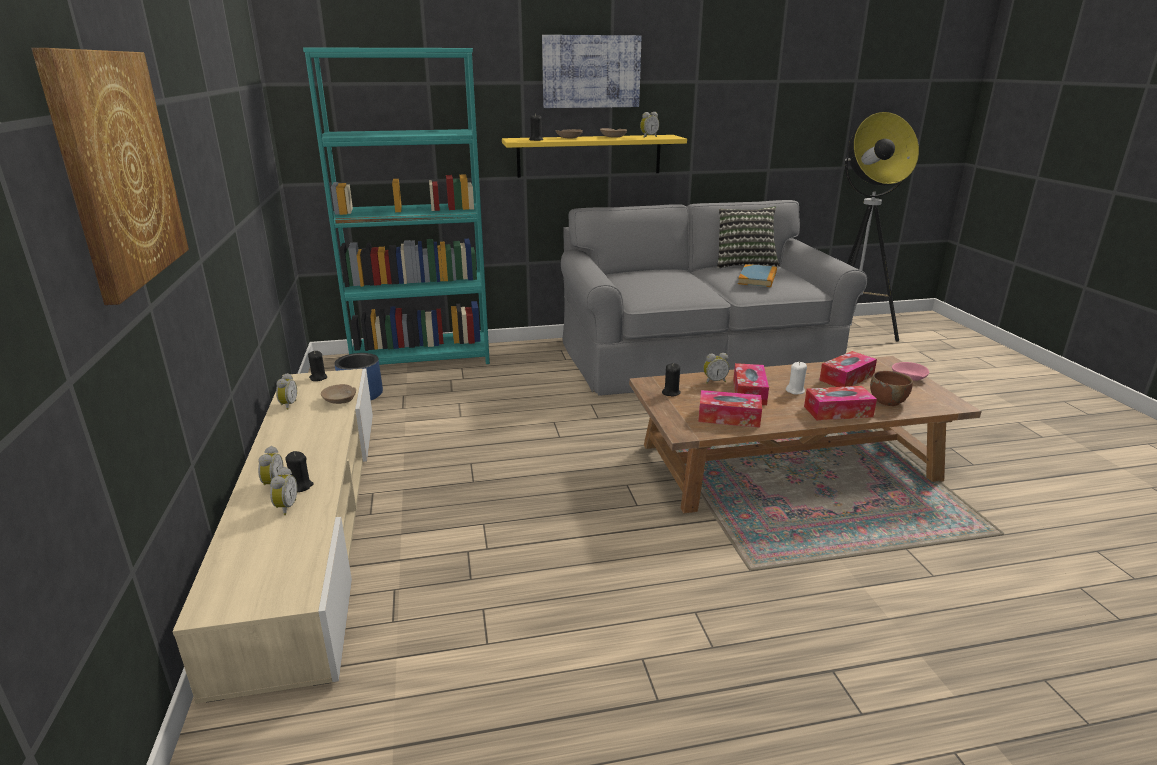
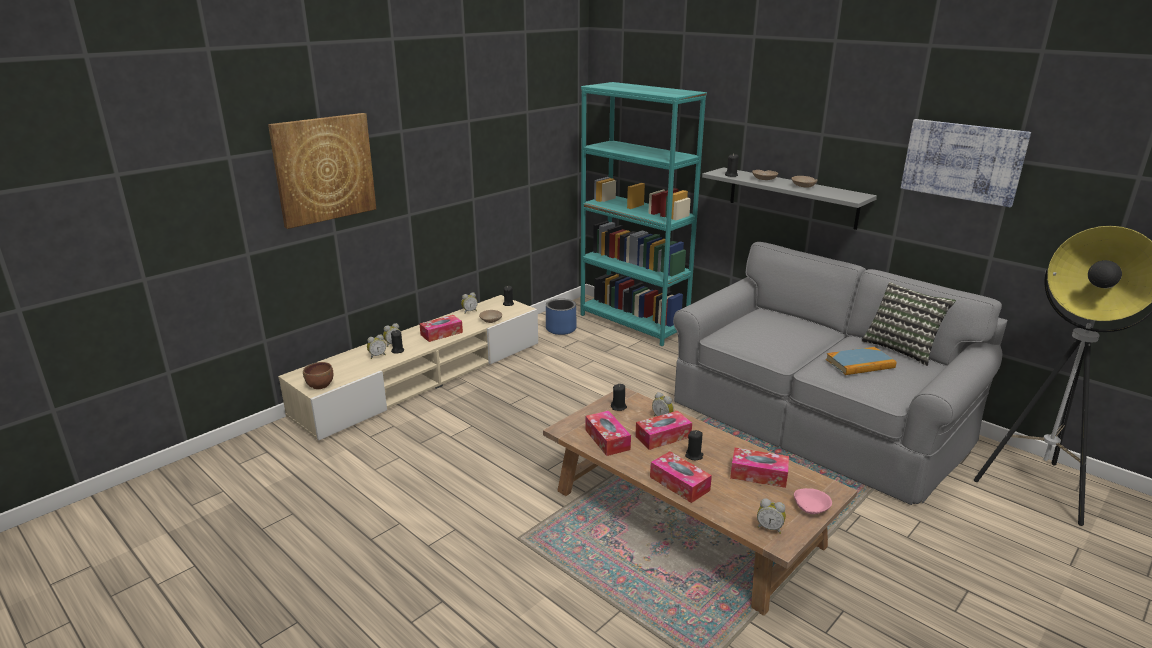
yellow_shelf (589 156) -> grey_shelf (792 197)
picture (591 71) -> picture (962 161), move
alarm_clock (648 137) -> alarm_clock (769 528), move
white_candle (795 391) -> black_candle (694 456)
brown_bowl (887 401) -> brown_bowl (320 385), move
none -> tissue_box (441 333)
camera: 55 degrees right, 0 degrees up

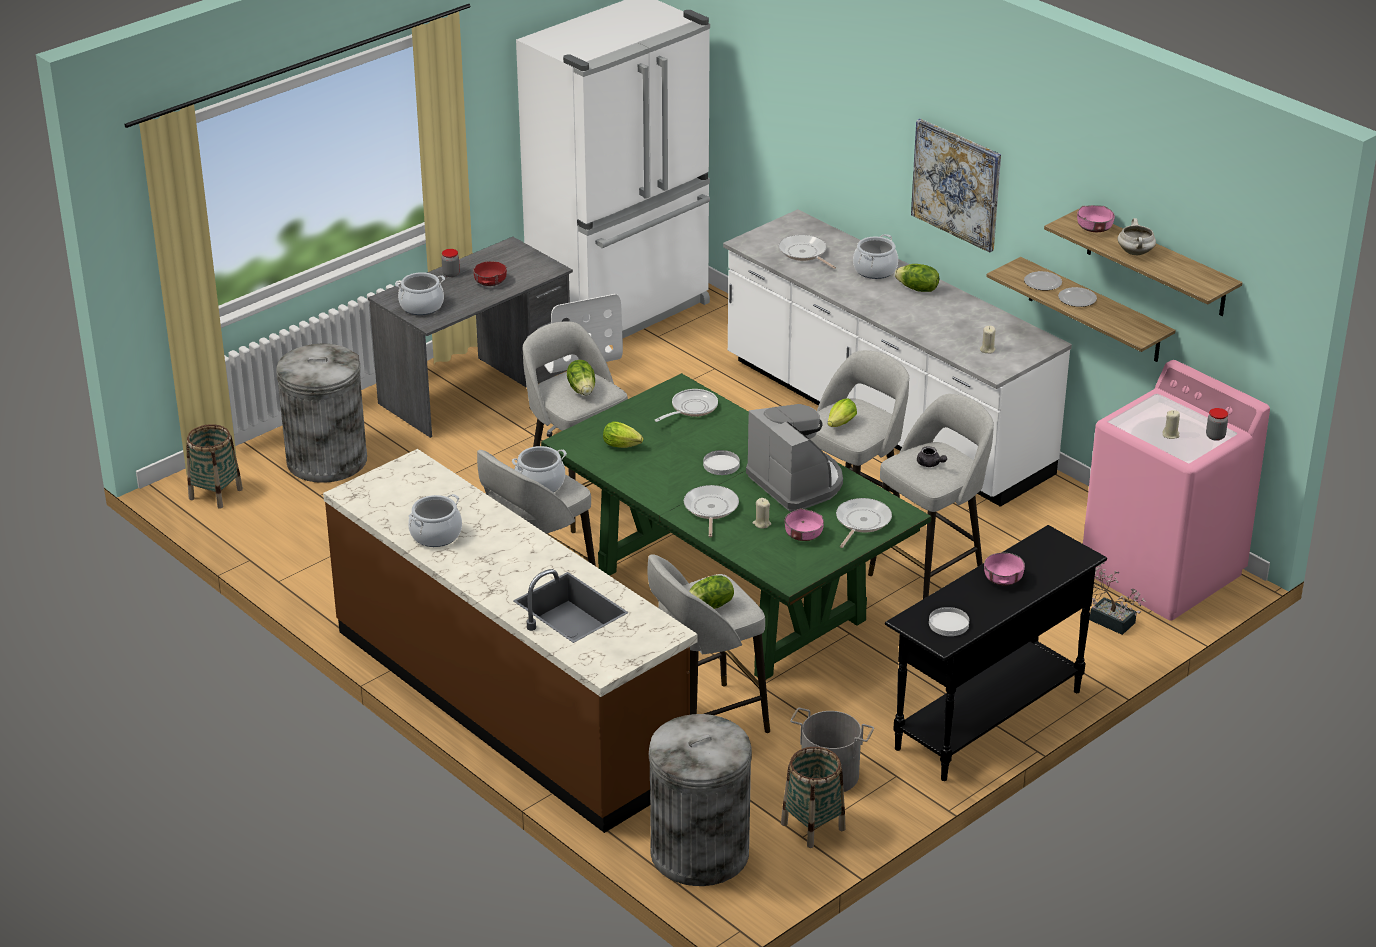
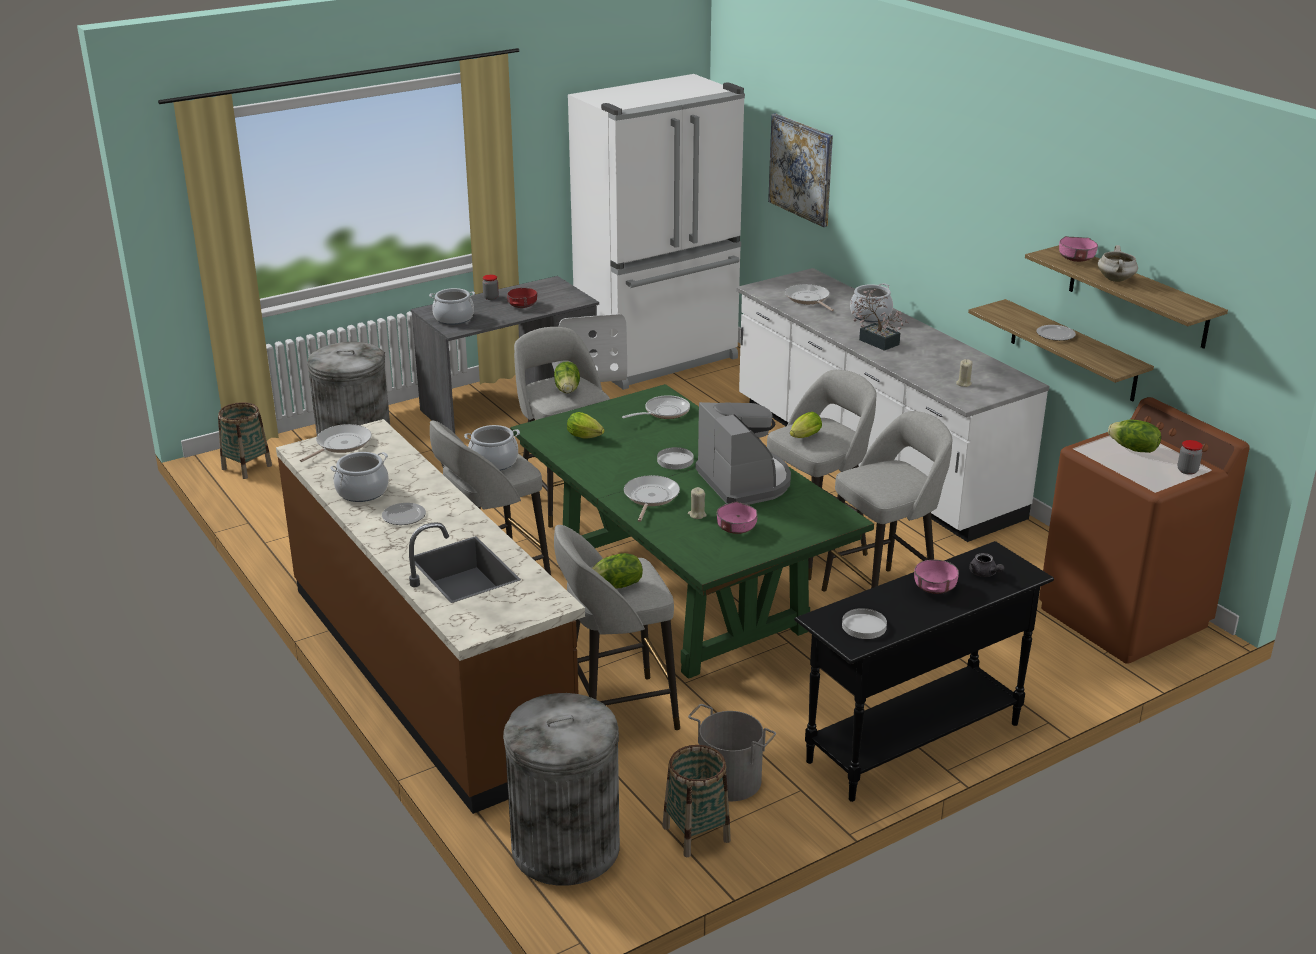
frying_pan (861 522) -> frying_pan (341 444), move
lettuce (917 289) -> lettuce (1133 449), move
picture (957 184) -> picture (801 169), move
grey_teapot (930 464) -> grey_teapot (984 574), move
plate (1043 282) -> plate (404 516), move
pink_washing_machine (1163 573) -> brown_washing_machine (1124 617)
potted_plant (1108 619) -> potted_plant (876 340), move
beige_candle (1170 435) -> none
camera: 10 degrees right, 5 degrees down

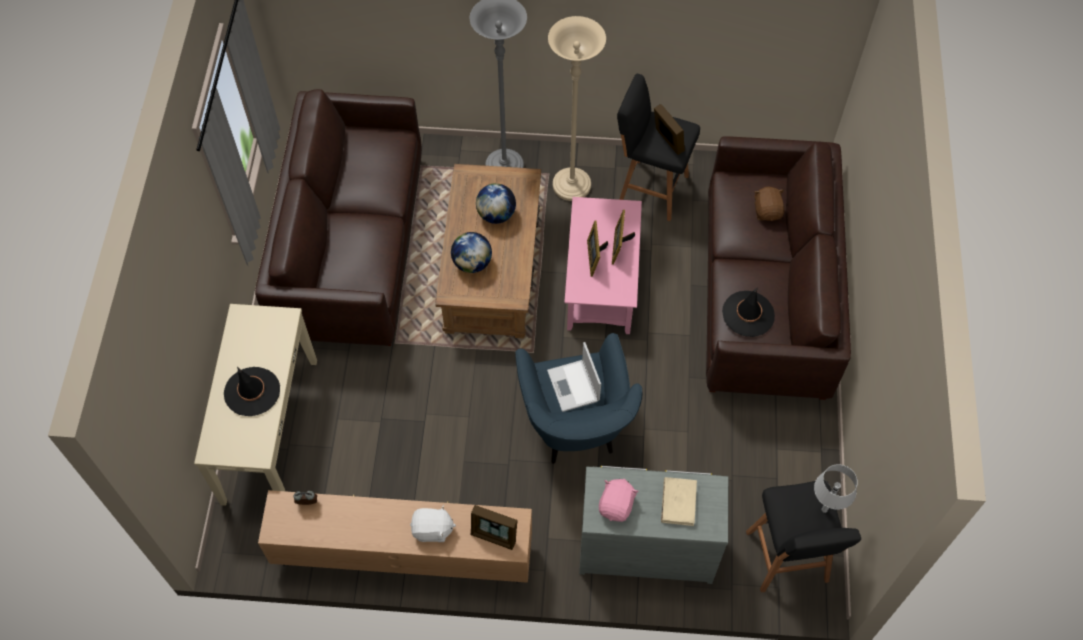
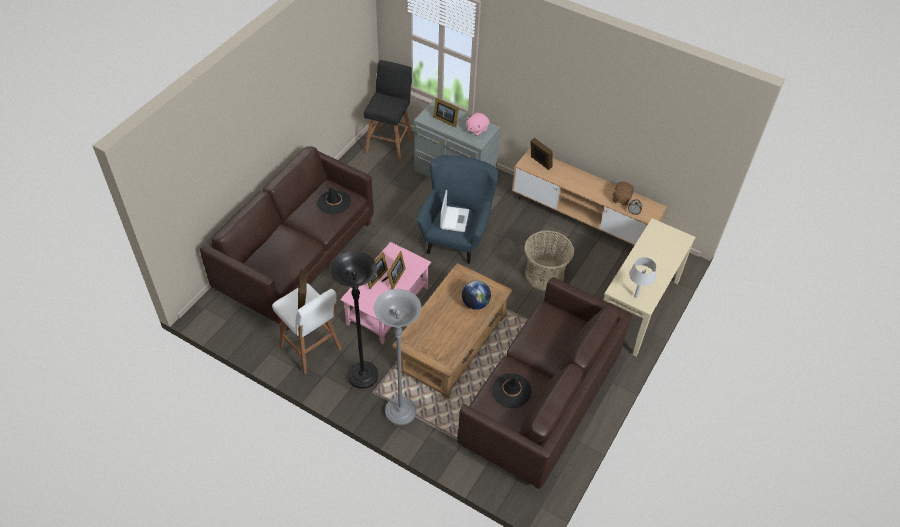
black_hat (252 391) -> black_hat (511 391), move
white_plush_toy (432 530) -> none
globe (496 214) -> none
beige_floor_lamp (571 186) -> black_floor_lamp (362 376)
black_stool (650 189) -> white_stool (312 349)
beige_book (678 502) -> picture_frame (445 119)
brown_plush_toy (767 211) -> brown_plush_toy (621 198), move
grey_table_lamp (824 509) -> grey_table_lamp (636 296), move
none -> basket (544 275)
camera: 155 degrees left, 10 degrees down

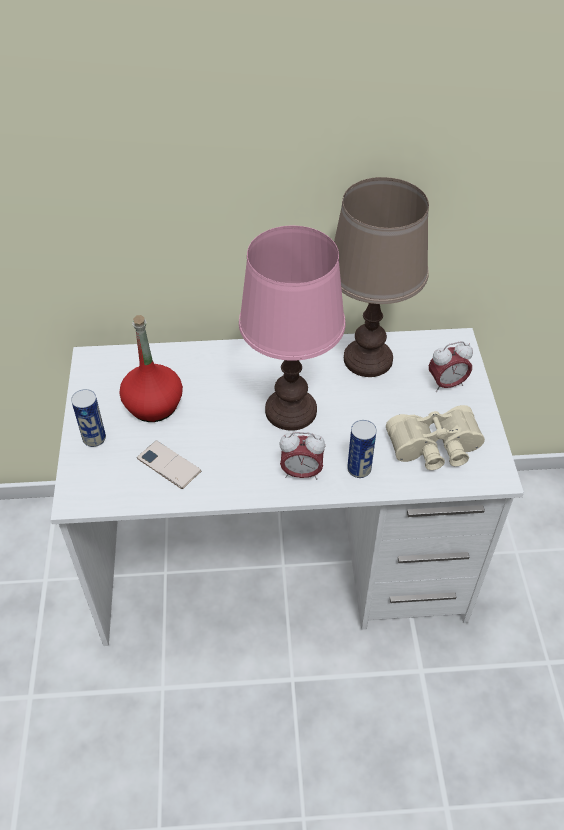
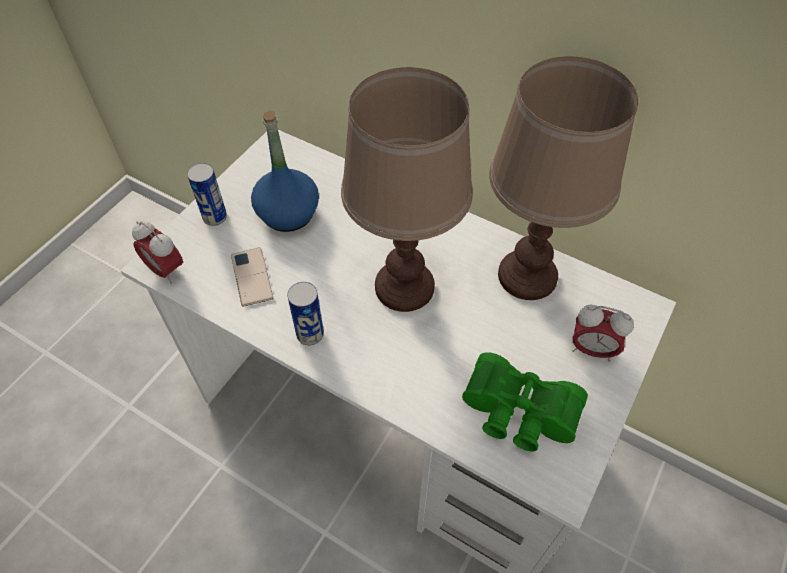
red_bottle (154 405) -> blue_bottle (288 214)
pink_table_lamp (291 410) -> brown_table_lamp (405 286)
alarm_clock (301 473) -> alarm_clock (166 270), move
can (359 469) -> can (310 334), move
beige_binoculars (435 449) -> green_binoculars (518 414)
camera: 35 degrees right, 5 degrees up

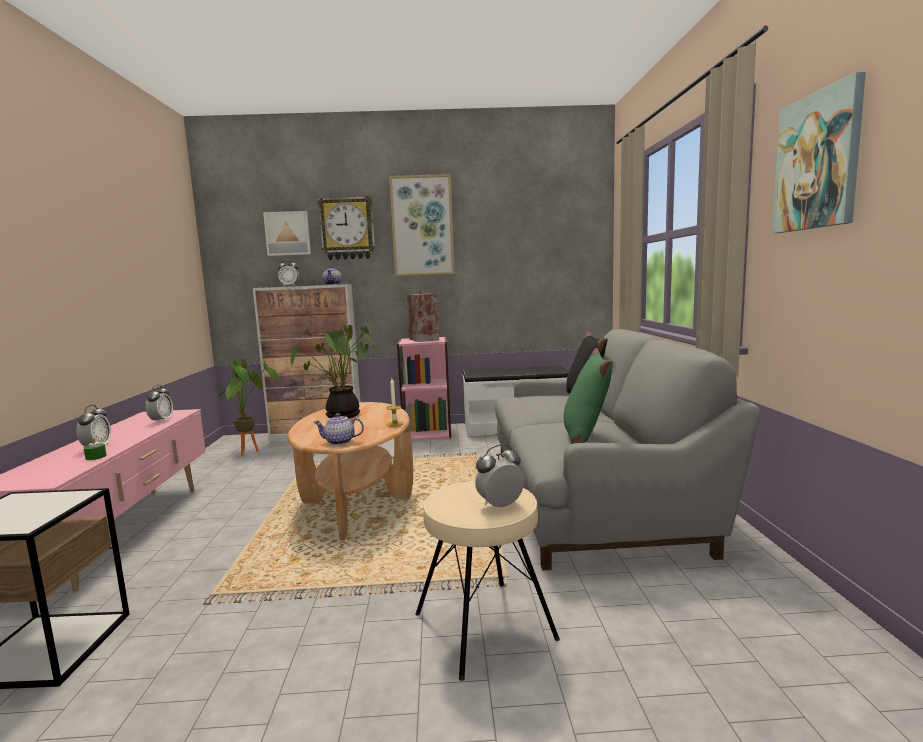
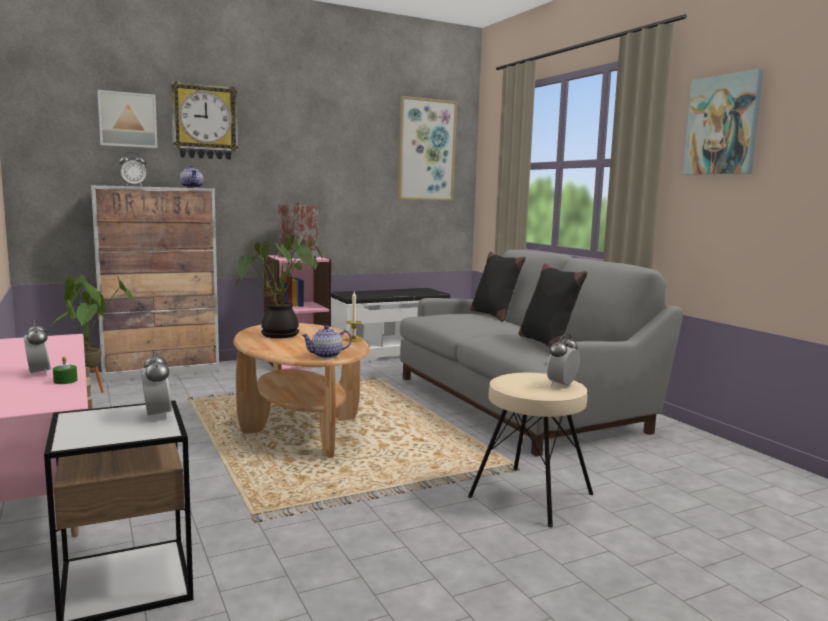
alarm_clock (161 421) -> alarm_clock (157 415), move
picture (422 226) -> picture (426 150), move
green_pillow (585 439) -> black_pillow (546 343)
camera: 25 degrees left, 0 degrees up

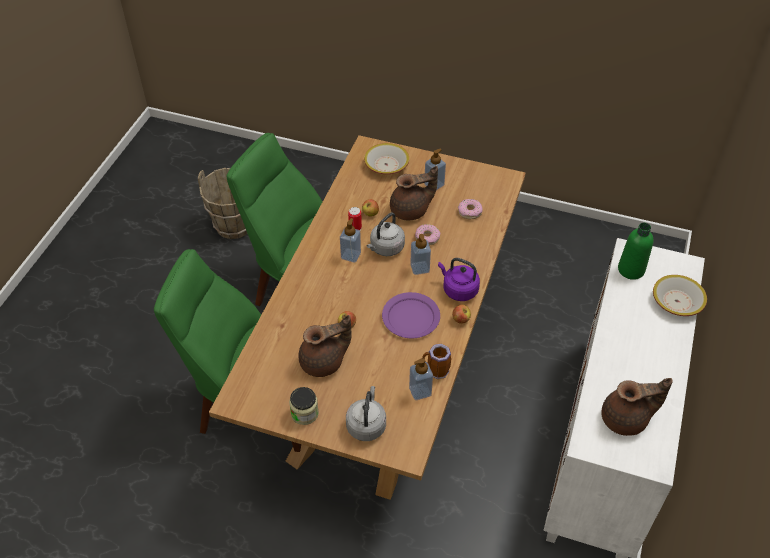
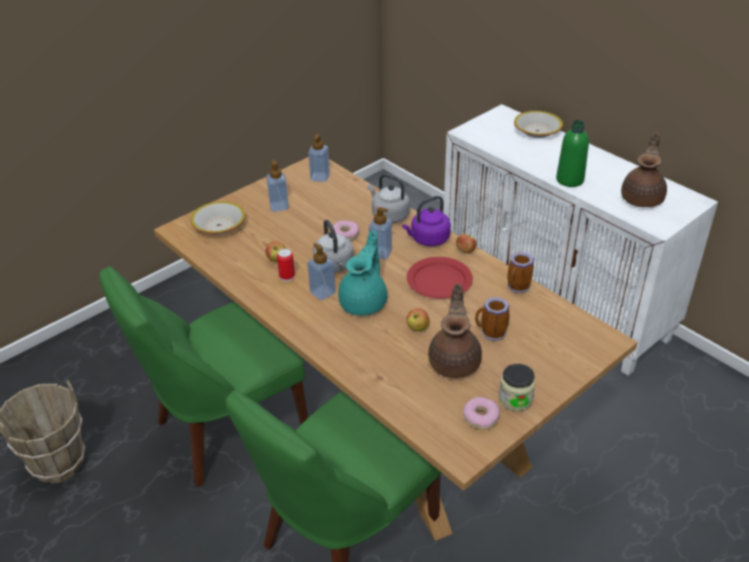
grey_kettle (366 425) -> grey_kettle (388 215), move
purple_plate (411 317) -> red_plate (440 280)
brown_teapot (411 210) -> none
soap_dispenser (420 391) -> soap_dispenser (320 177), move
donut (469 212) -> donut (481 417), move
green_bottle (631 270) -> green_bottle (569 180), move
none -> turquoise_teapot (364 302)
none -> mug (491 334)
camera: 60 degrees left, 10 degrees down

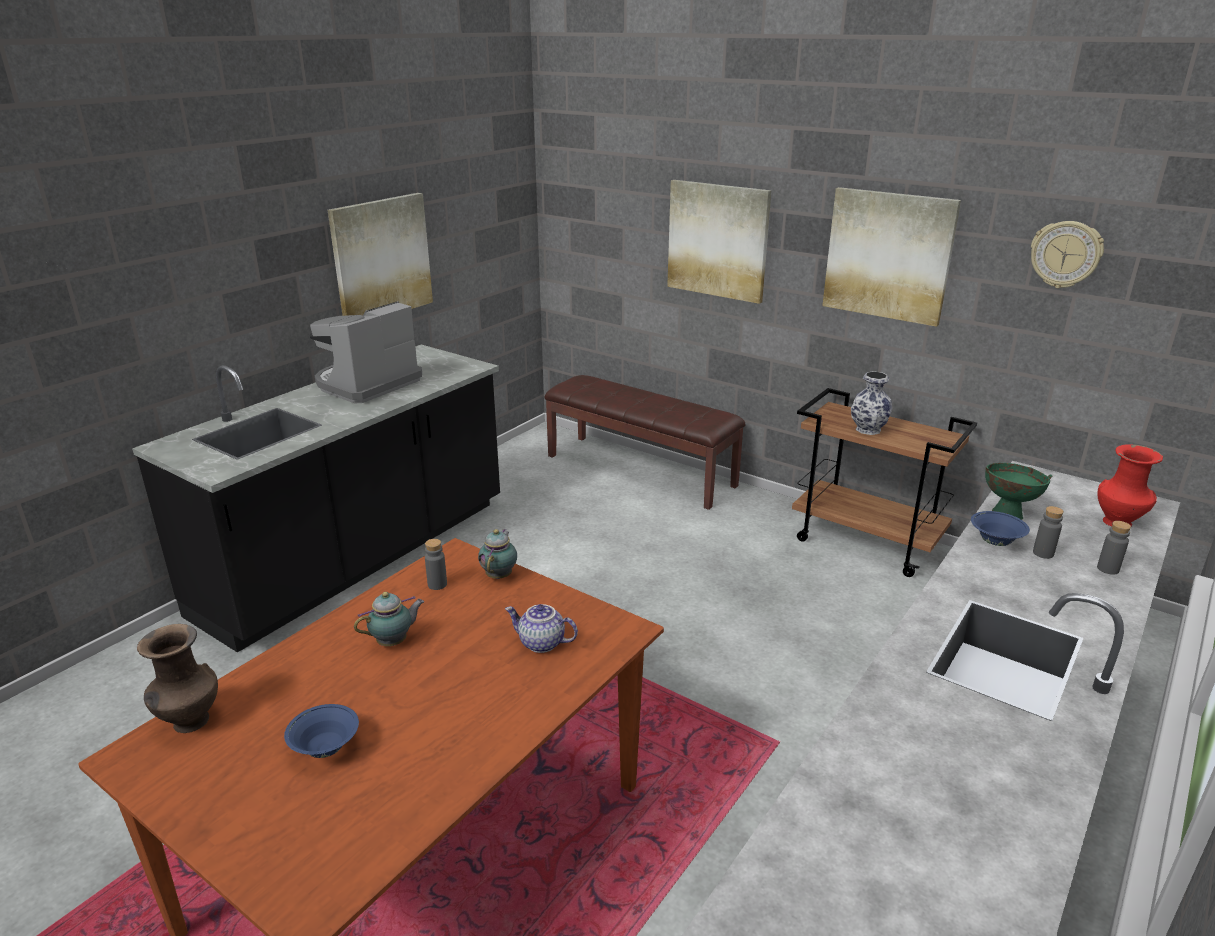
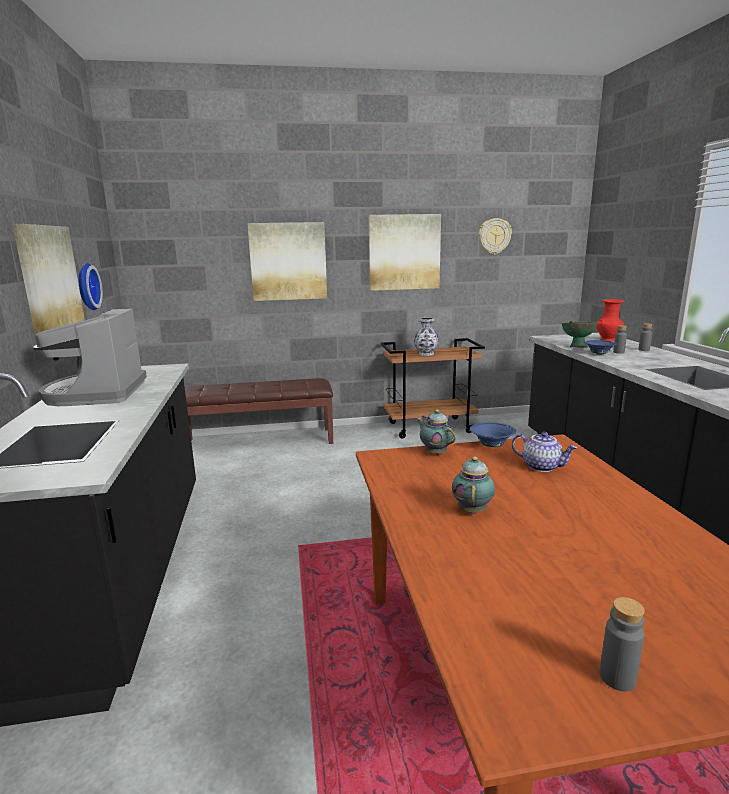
brown_vase (189 722) -> none
blue_bowl (325 749) -> blue_bowl (492 446), move
grey_bottle (437 584) -> grey_bottle (617 678), move
teapot (541 643) -> teapot (542 466), 120 degrees counterclockwise
none -> wall_clock (86 287)
camera: 45 degrees left, 10 degrees down

